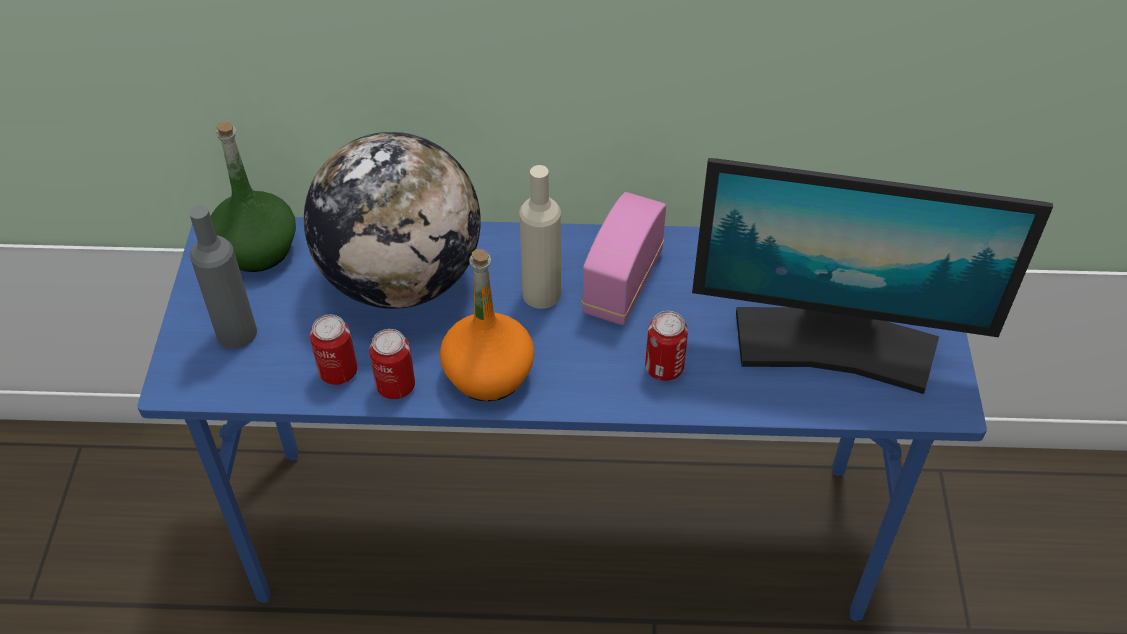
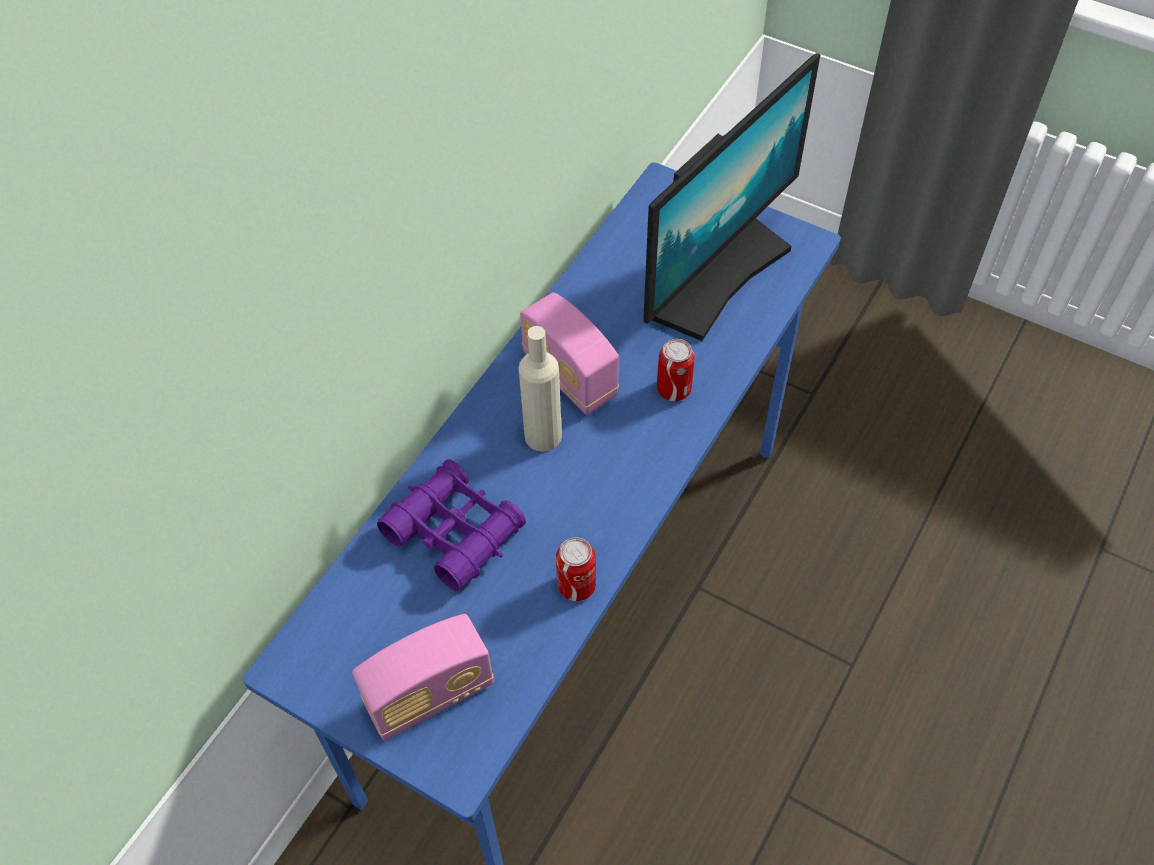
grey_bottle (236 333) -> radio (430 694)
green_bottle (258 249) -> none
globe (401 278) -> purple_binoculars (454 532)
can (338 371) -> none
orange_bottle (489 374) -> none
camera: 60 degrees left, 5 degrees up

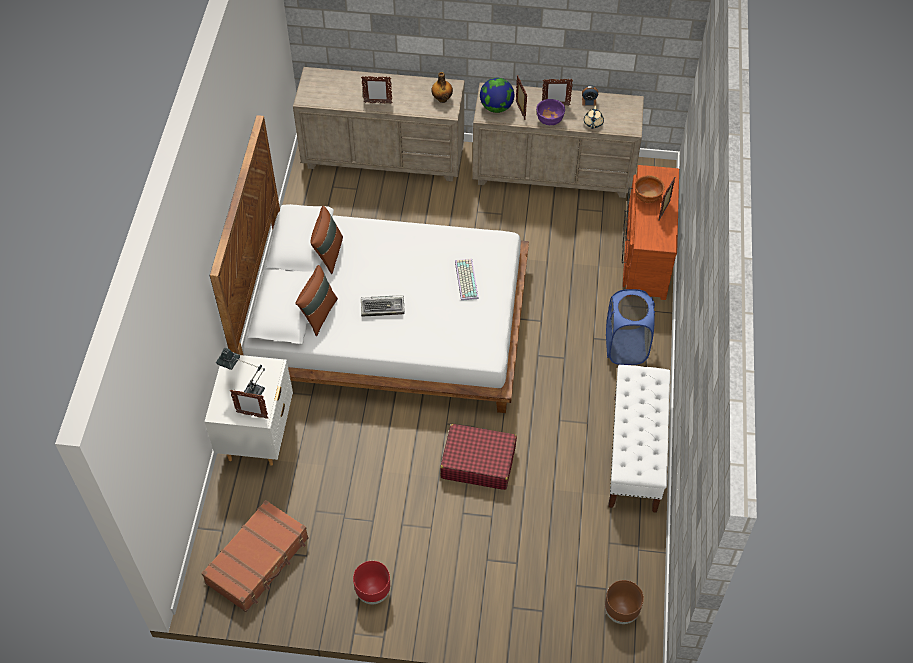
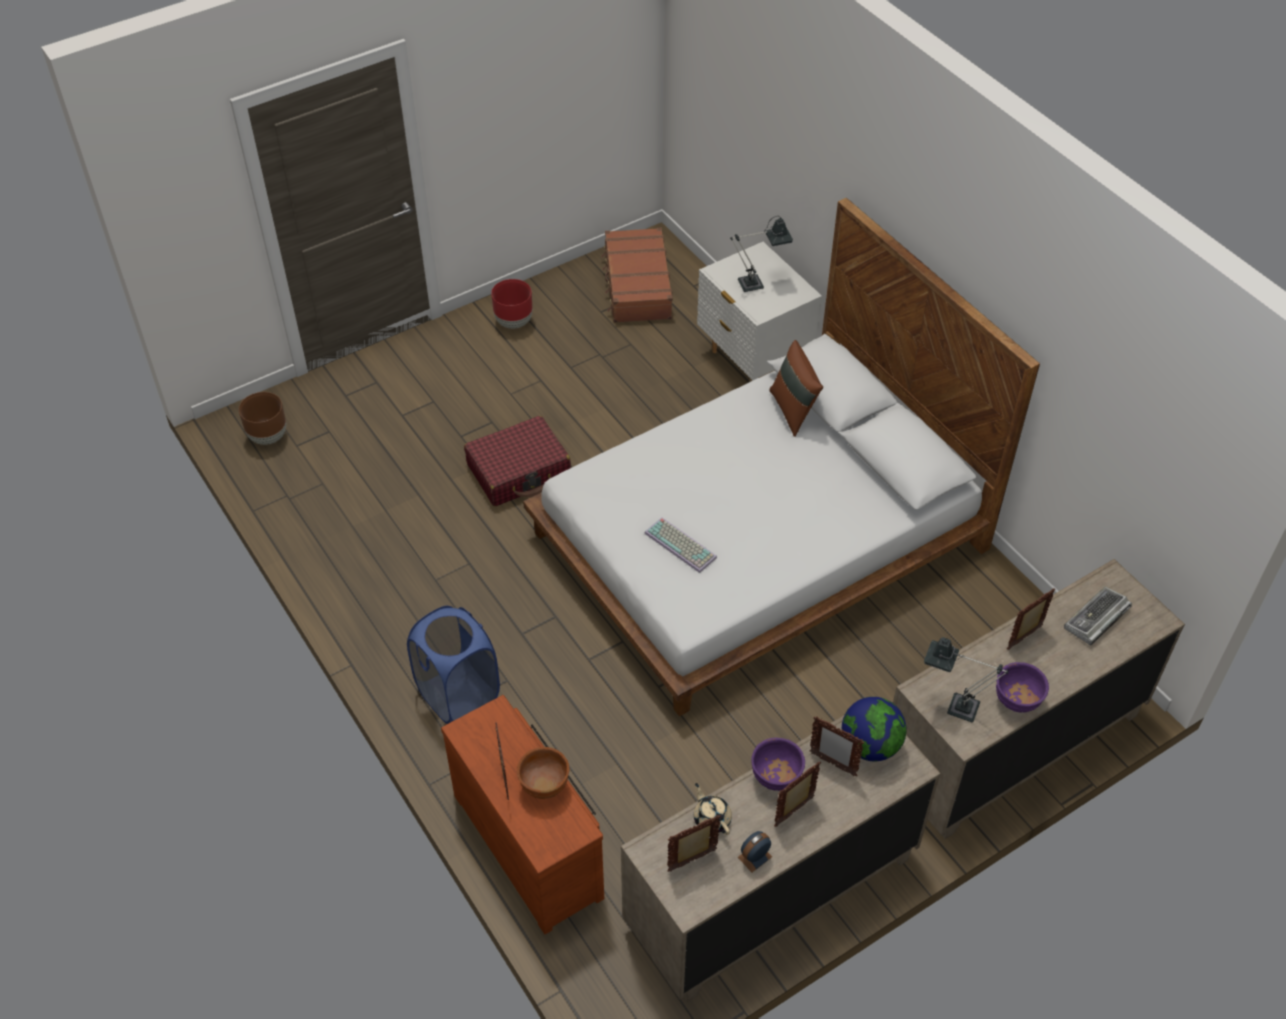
picture_frame (252 415) -> picture_frame (693 860), move
brown_pillow (328 254) -> none
keyboard (383 307) -> keyboard (1096 619), move
bottle (442 99) -> table_lamp (955 705)
white_bench (635 453) -> none
none -> purple_bowl (1017 701)
camera: 140 degrees right, 5 degrees down

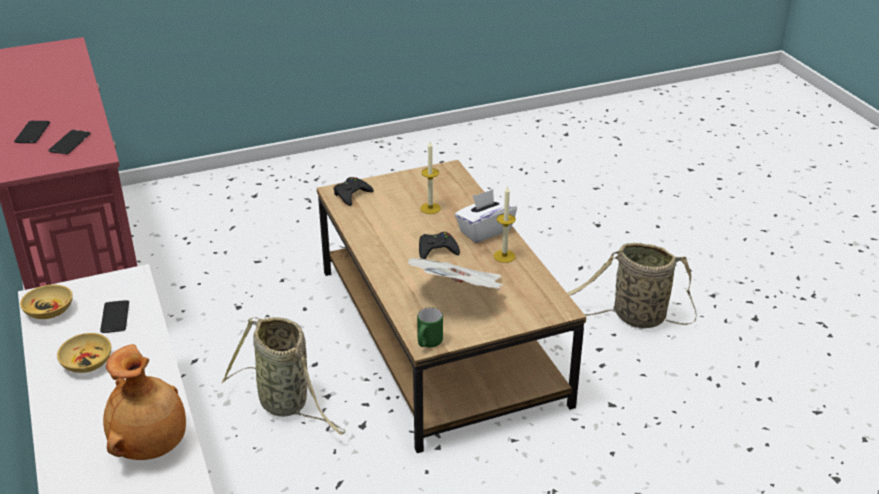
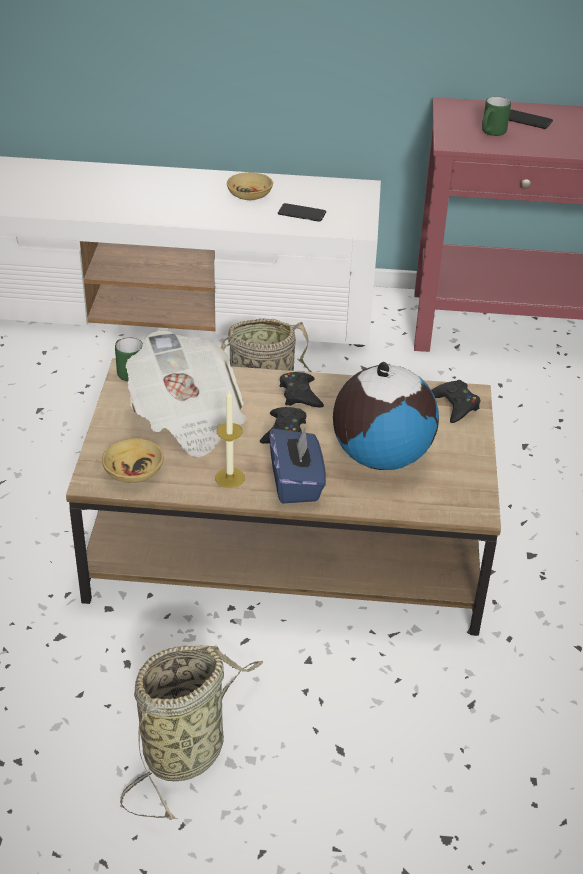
beige_bowl (49 311) -> beige_bowl (133 471), move
phone (70 143) -> green_mug (491 133)
brown_vase (151 446) -> none
candle (430 208) -> globe (380 456)
white_tissue_box (484 231) -> blue_tissue_box (296 483)
none -> black_game_controller (300 395)
camera: 115 degrees right, 5 degrees up

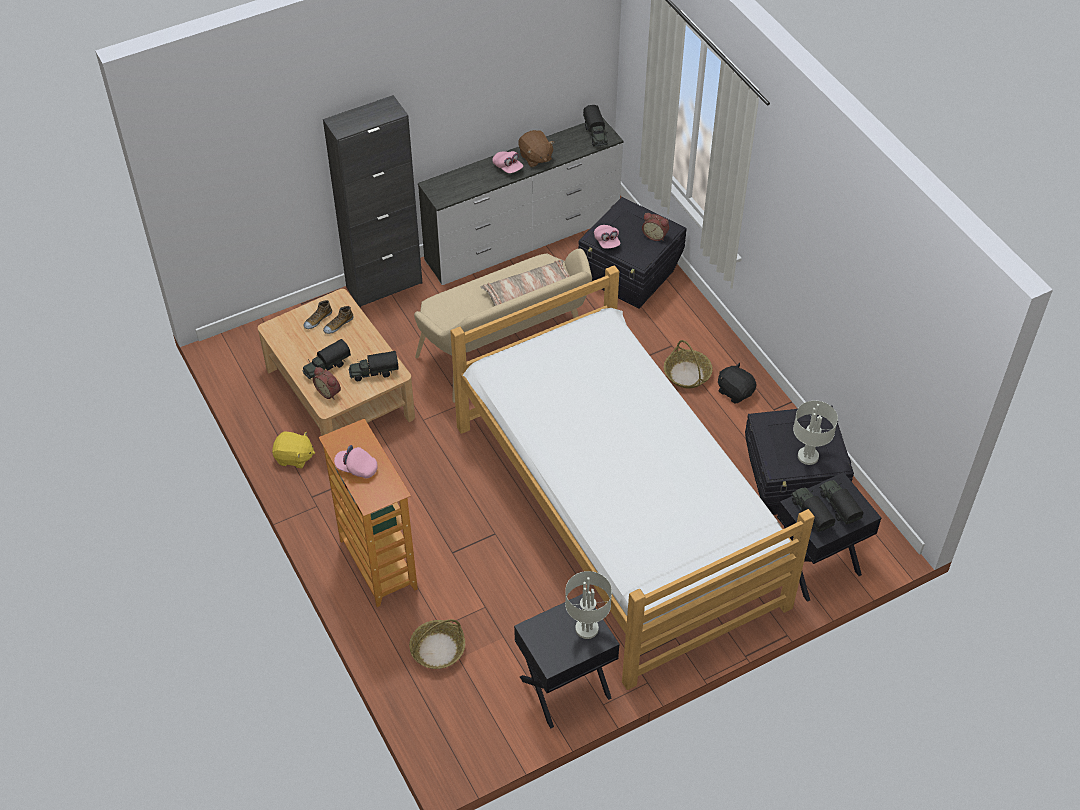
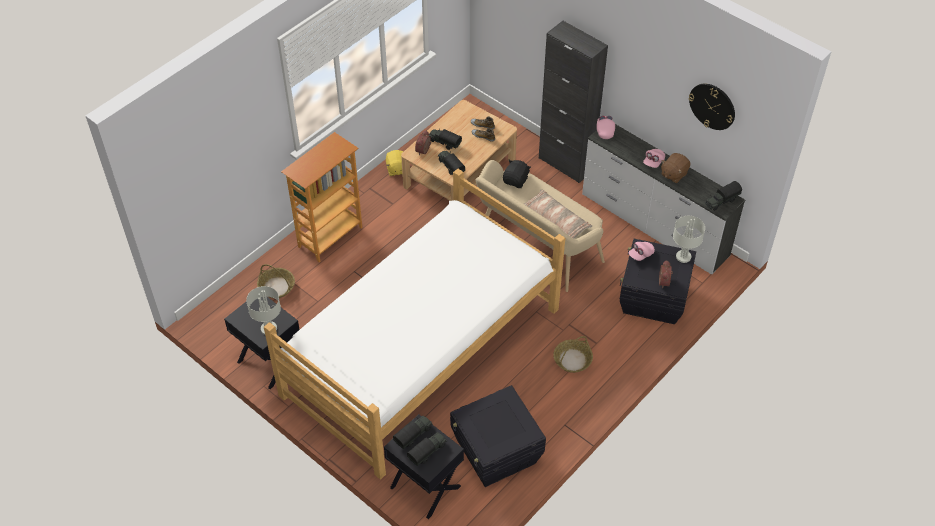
pink_cap (356 468) -> pink_cap (605 131), move
black_plush_toy (735 391) -> black_plush_toy (516 180), move
grey_table_lamp (808 456) -> grey_table_lamp (683 257), move
none -> wall_clock (712 106)
camera: 70 degrees right, 0 degrees up

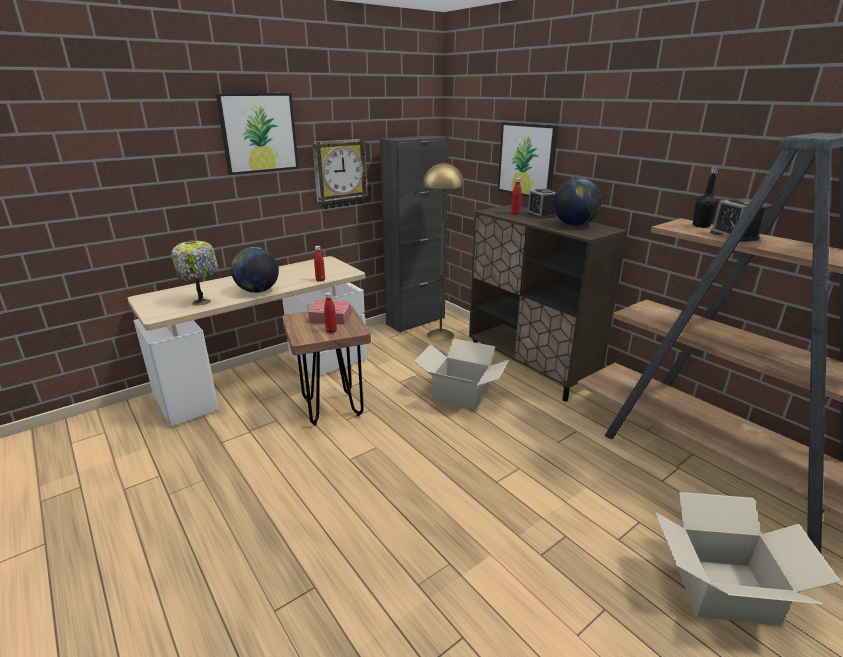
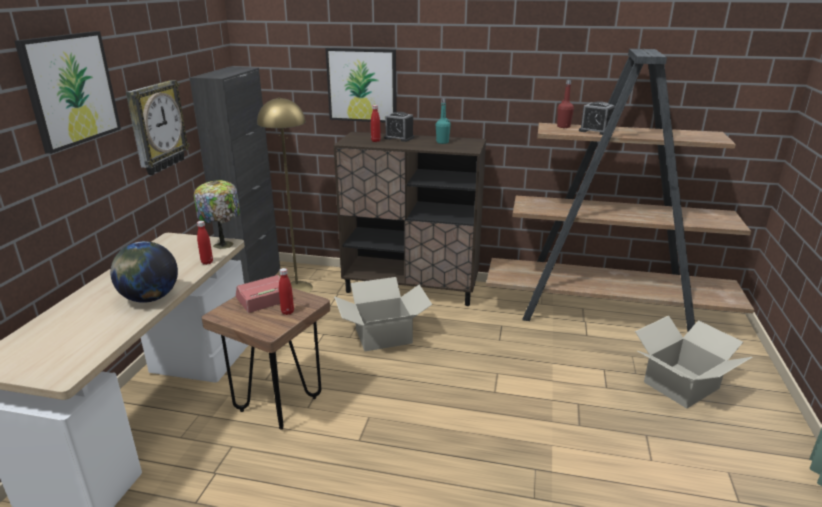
table_lamp (203 301) -> table_lamp (224 244), move
globe (574 225) -> turquoise_bottle (442 142)
black_bottle (701 226) -> red_bottle (563 126)
camera: 40 degrees left, 0 degrees up

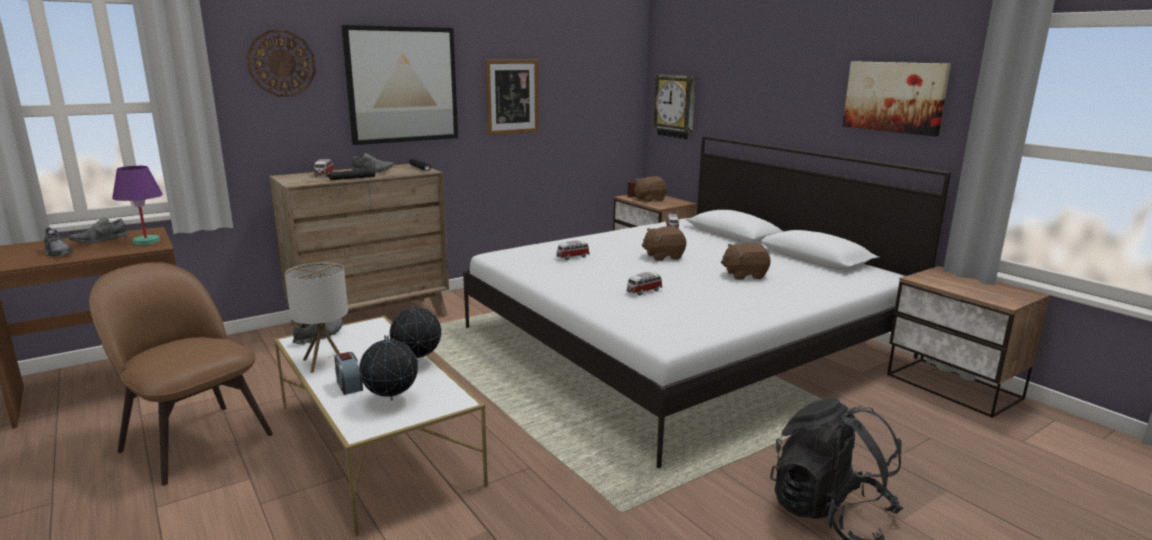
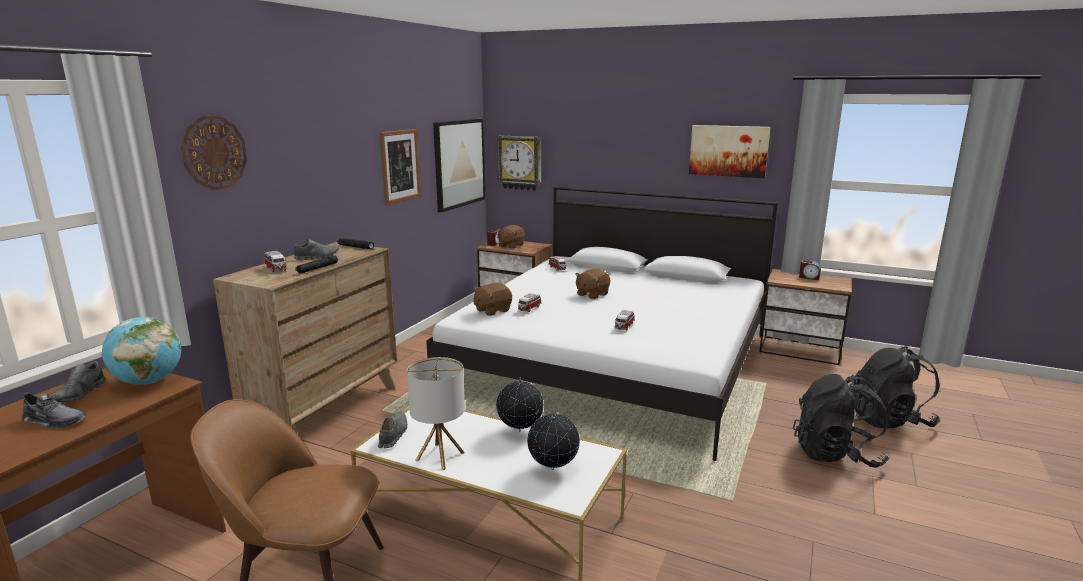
purple_table_lamp (146 241) -> globe (149 381)
alarm_clock (349 385) -> alarm_clock (809 277), move
picture (402 85) -> picture (459 163), move
brown_plush_toy (744 275) -> brown_plush_toy (492 310), move
none -> black_backpack (889 420)
camera: 30 degrees left, 0 degrees up

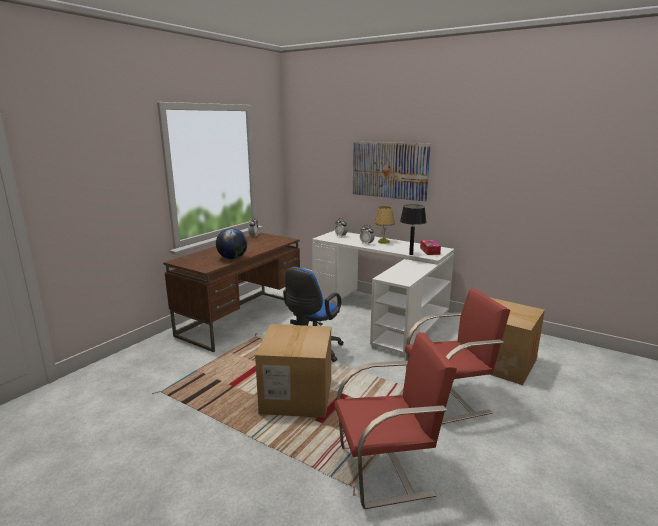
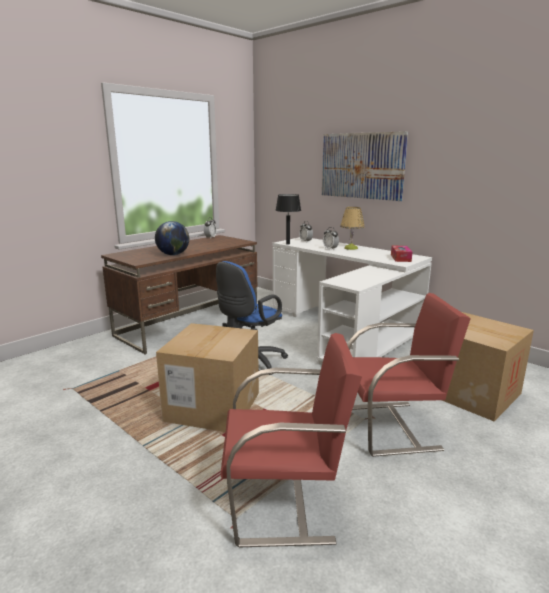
black_table_lamp (411 254) -> black_table_lamp (288 244), move
camera: 10 degrees right, 0 degrees up

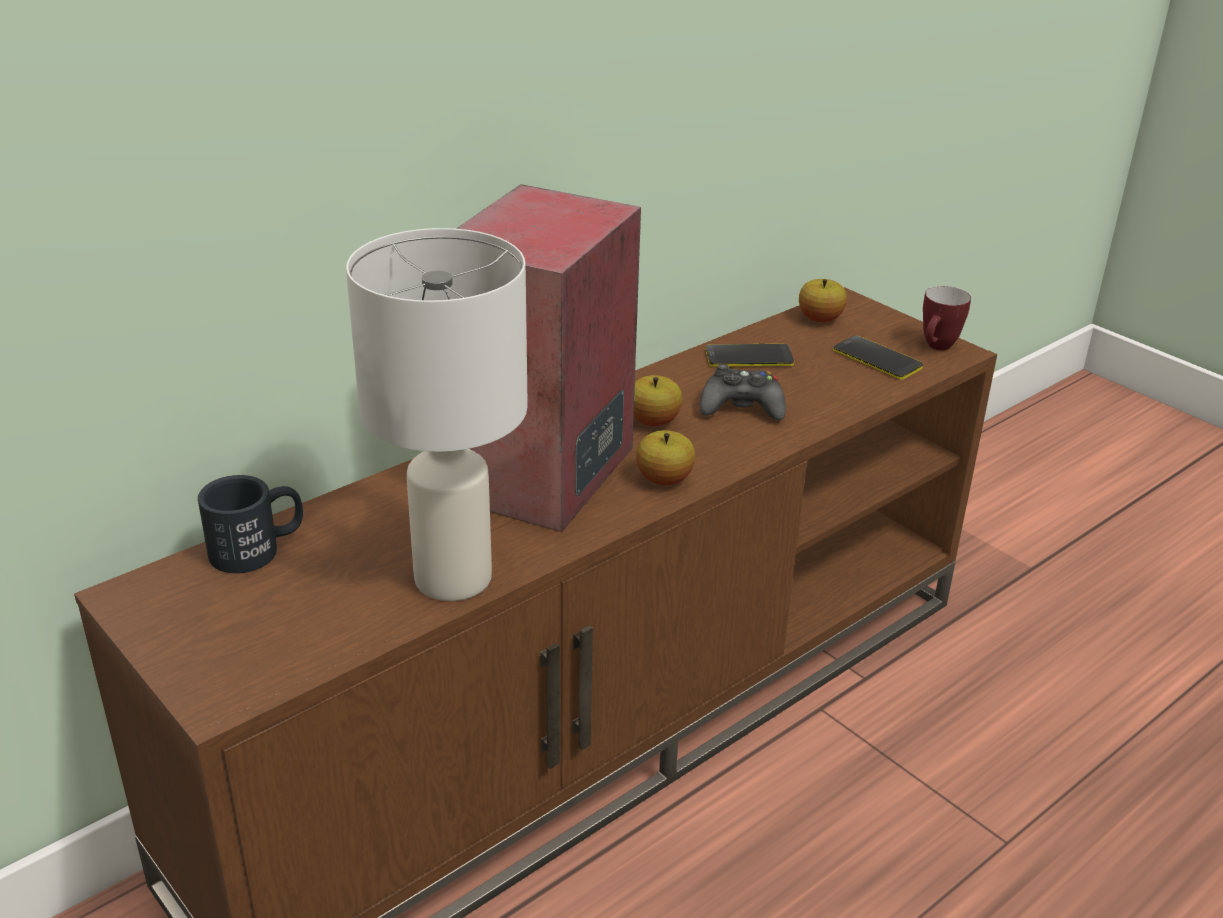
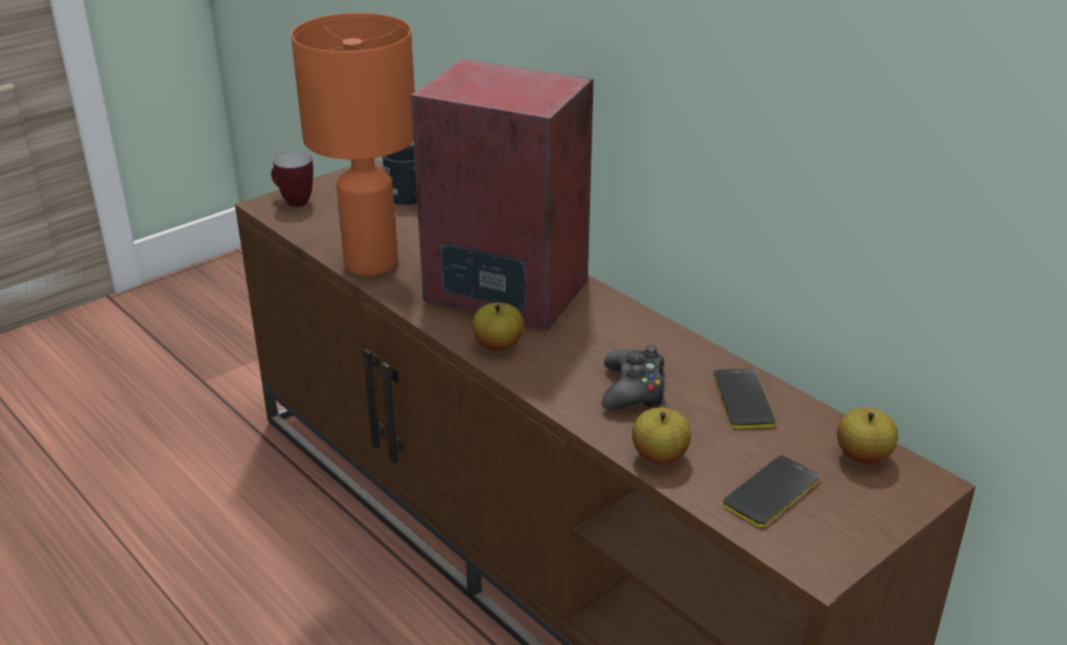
white_table_lamp (450 577) -> orange_table_lamp (371 262)
apple (653 421) -> apple (659 456), move
mug (937 348) -> mug (293 201), move
camera: 90 degrees right, 0 degrees up

